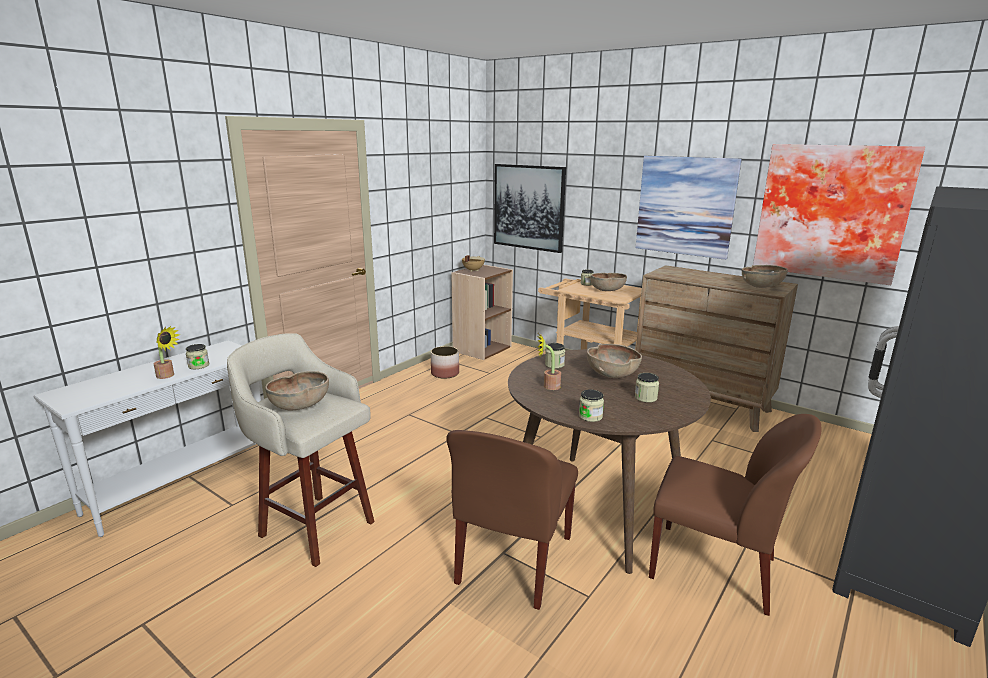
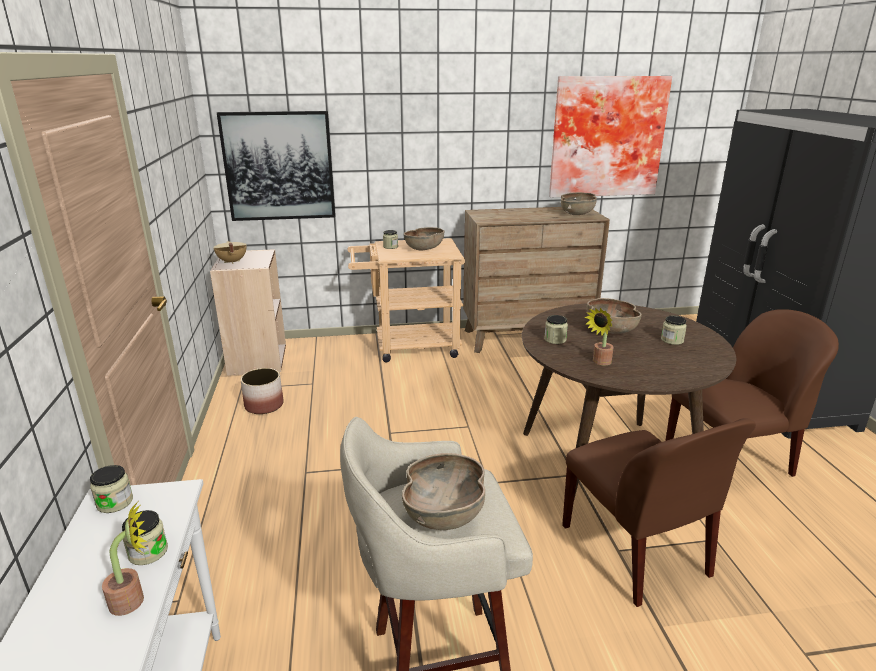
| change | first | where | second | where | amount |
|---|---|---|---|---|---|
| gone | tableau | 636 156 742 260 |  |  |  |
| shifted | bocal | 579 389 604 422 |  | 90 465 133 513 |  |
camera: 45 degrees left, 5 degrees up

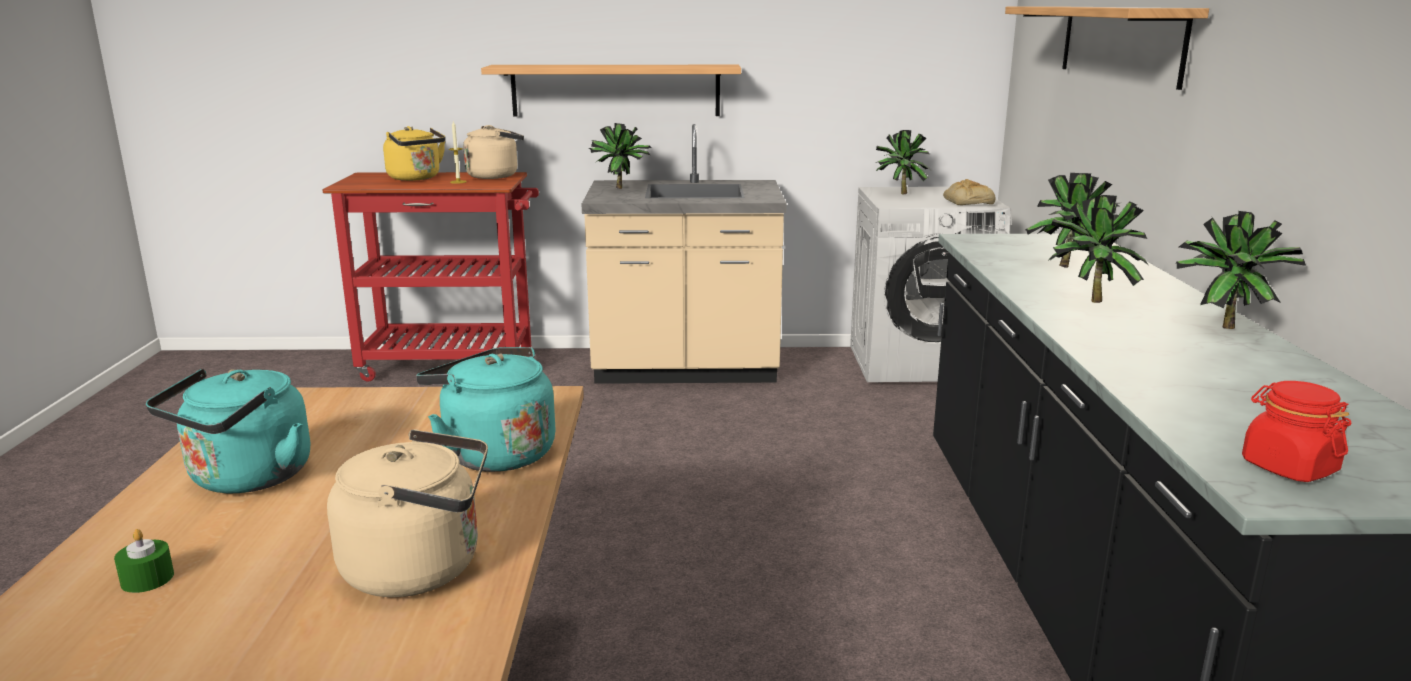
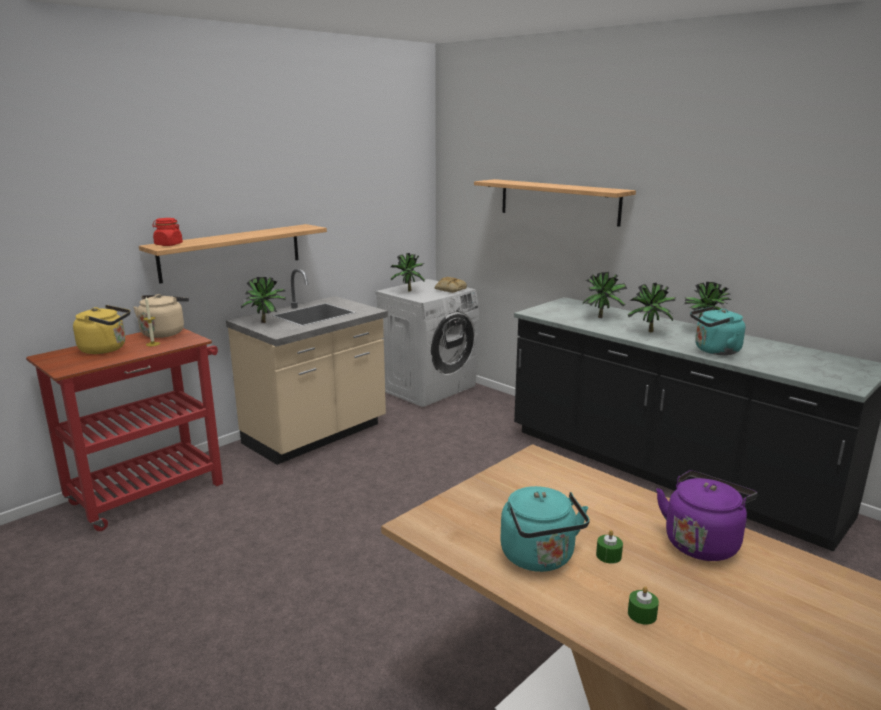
| change | first | where | second | where | amount |
|---|---|---|---|---|---|
| shifted | bouilloire [turquoise] | 416 347 555 472 |  | 690 306 745 355 |  |
| shifted | bocal [rouge] | 1242 381 1351 482 |  | 152 218 183 246 |  |
| repainted | bouilloire [beige] | 327 429 488 597 | bouilloire [violet] | 656 470 757 561 |  |
| new |  |  | bougie [vert] | 596 530 623 564 |  |
camera: 45 degrees left, 0 degrees up

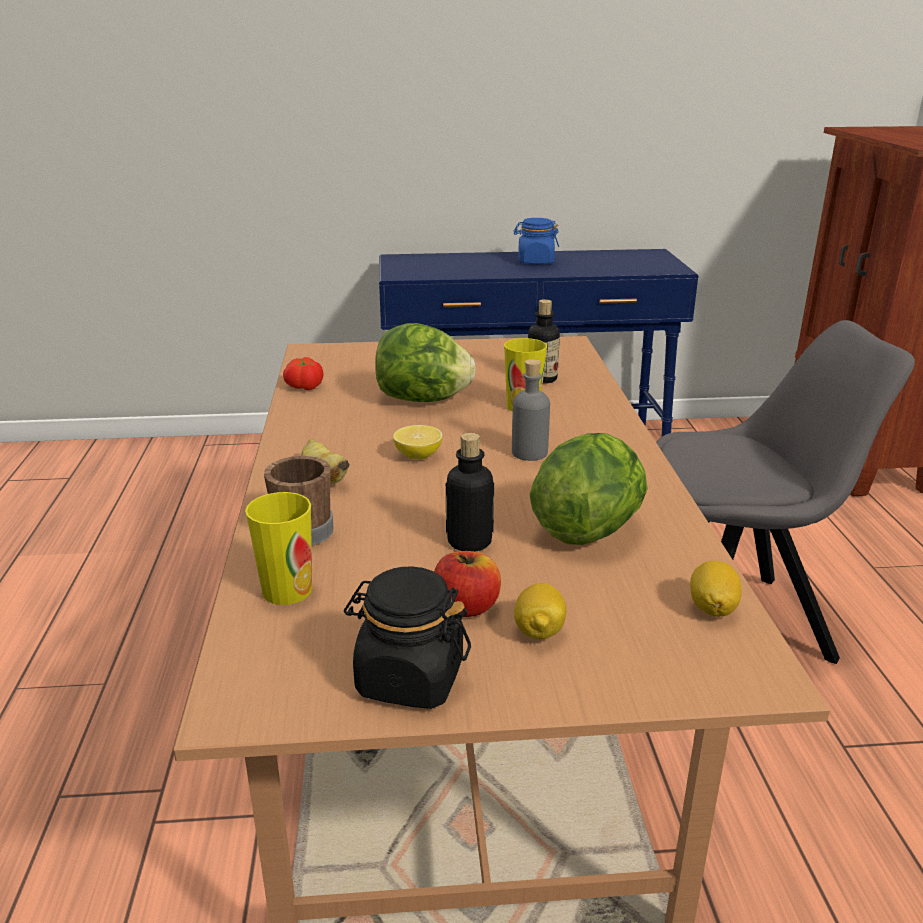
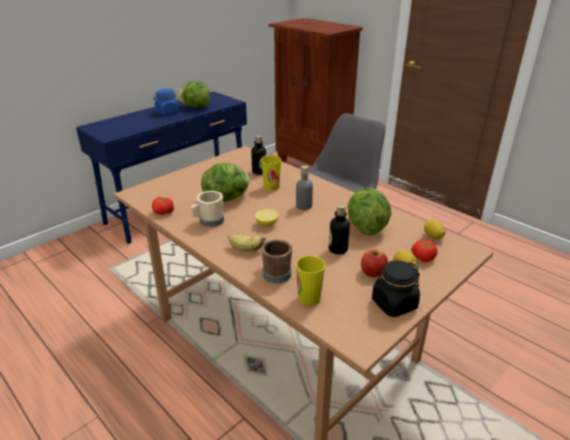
| change | first | where | second | where | amount |
|---|---|---|---|---|---|
| new |  |  | laitue | 177 81 210 108 |  |
| new |  |  | mug [beige] | 191 191 224 227 |  |
| new |  |  | tomate | 411 239 438 262 |  |
camera: 40 degrees left, 5 degrees up

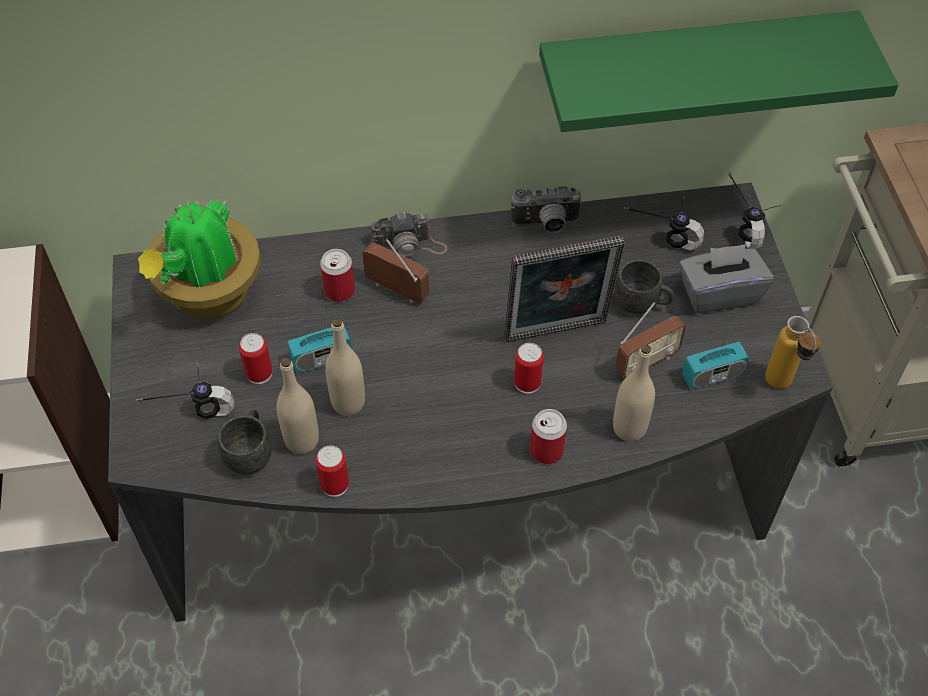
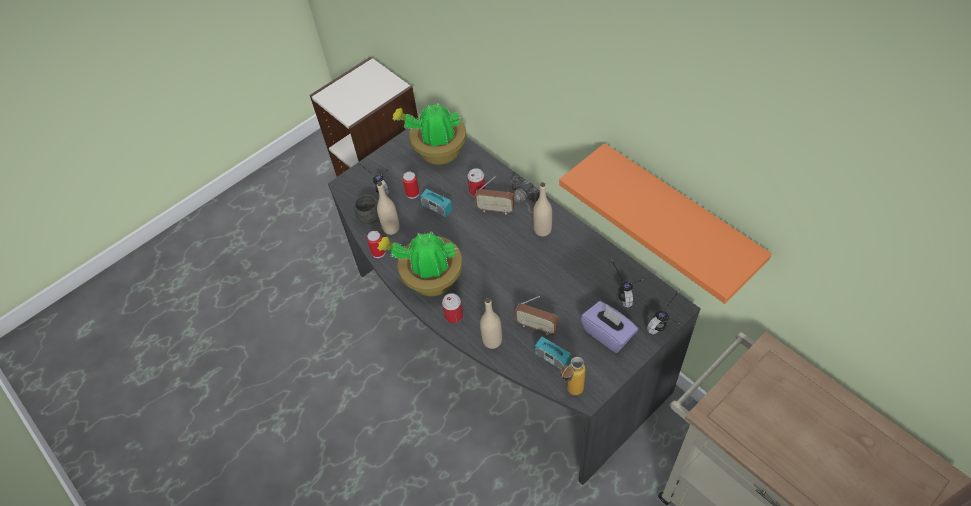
| change | first | where | second | where | amount |
|---|---|---|---|---|---|
| repainted | étagère [vert] | 539 11 899 132 | étagère [orange] | 559 143 772 304 |  |
| gone | appareil photo | 511 186 582 233 |  |  |  |
| gone | cadre photo | 504 236 625 342 |  |  |  |
| rotated | radio | 362 239 430 303 |  | 475 177 514 215 | 105 degrees clockwise |
| repainted | boîte à mouchoirs [gris] | 679 244 774 313 | boîte à mouchoirs [violet] | 581 301 638 353 |  |
| gone | mug [gris] | 615 259 675 314 |  |  |  |
| shifted | bouteille [beige] | 325 318 365 416 |  | 533 182 552 237 |  |
| gone | boîte métallique | 514 343 544 394 |  |  |  |
| new |  |  | plante en pot | 378 231 463 296 |  |
camera: 60 degrees right, 0 degrees up

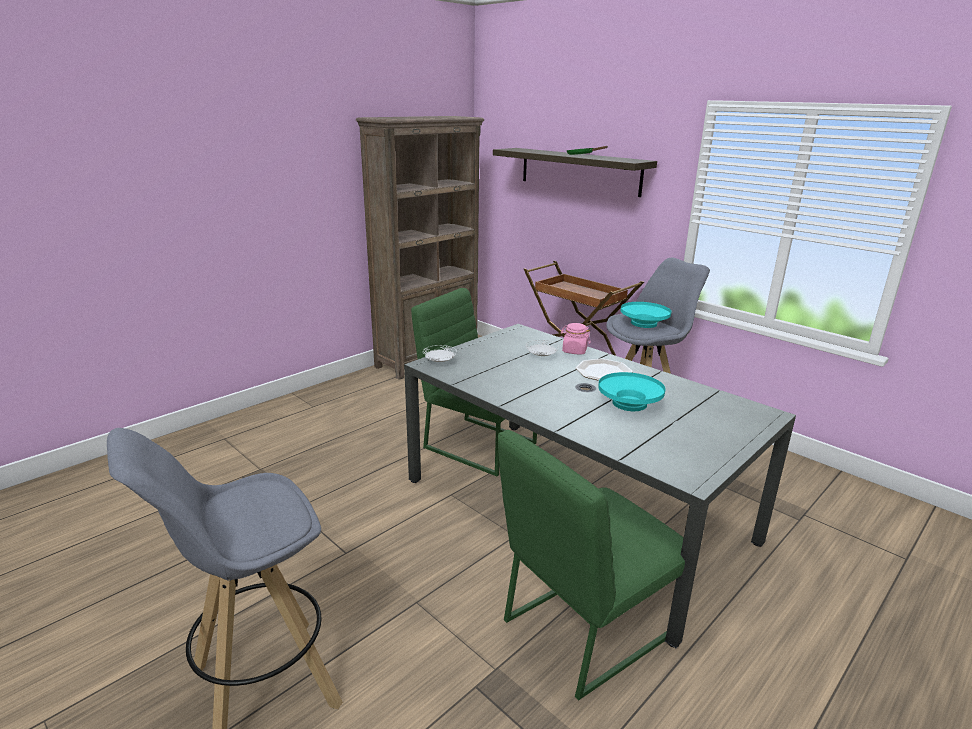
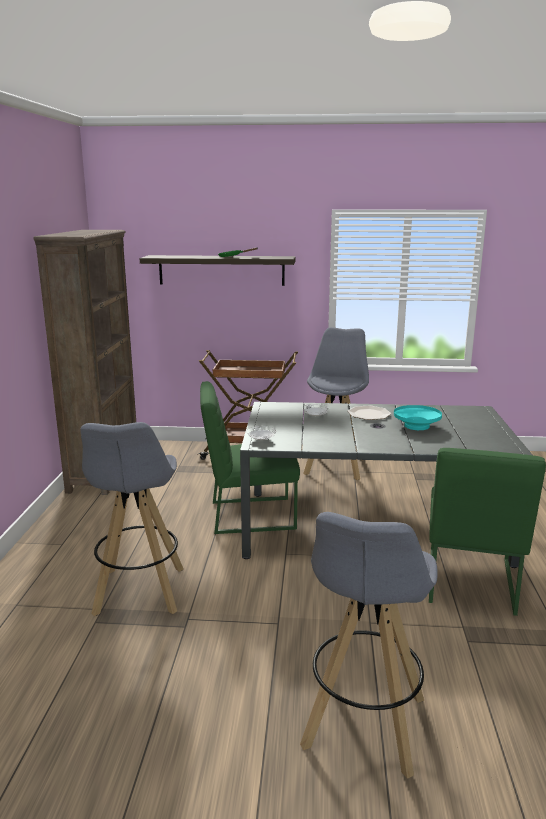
| change | first | where | second | where | amount |
|---|---|---|---|---|---|
| gone | bol [turquoise] | 621 302 671 328 |  |  |  |
| gone | bocal [rose] | 561 323 590 354 |  |  |  |
| new |  |  | tabouret [gris] | 80 422 184 616 |  |
camera: 40 degrees left, 5 degrees down

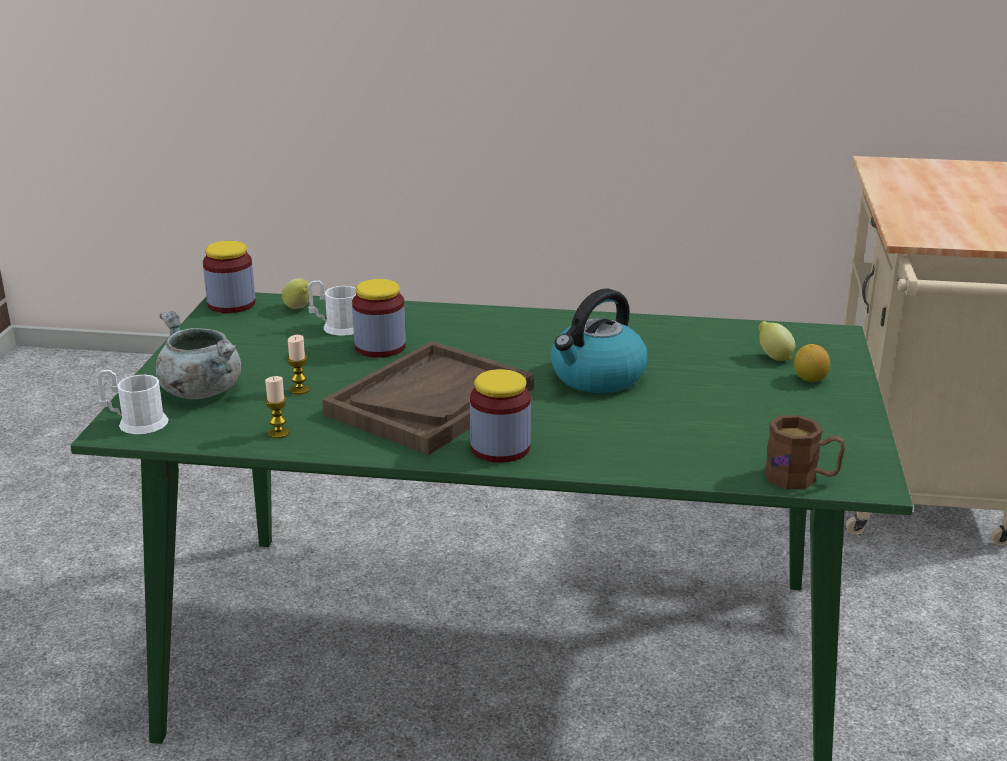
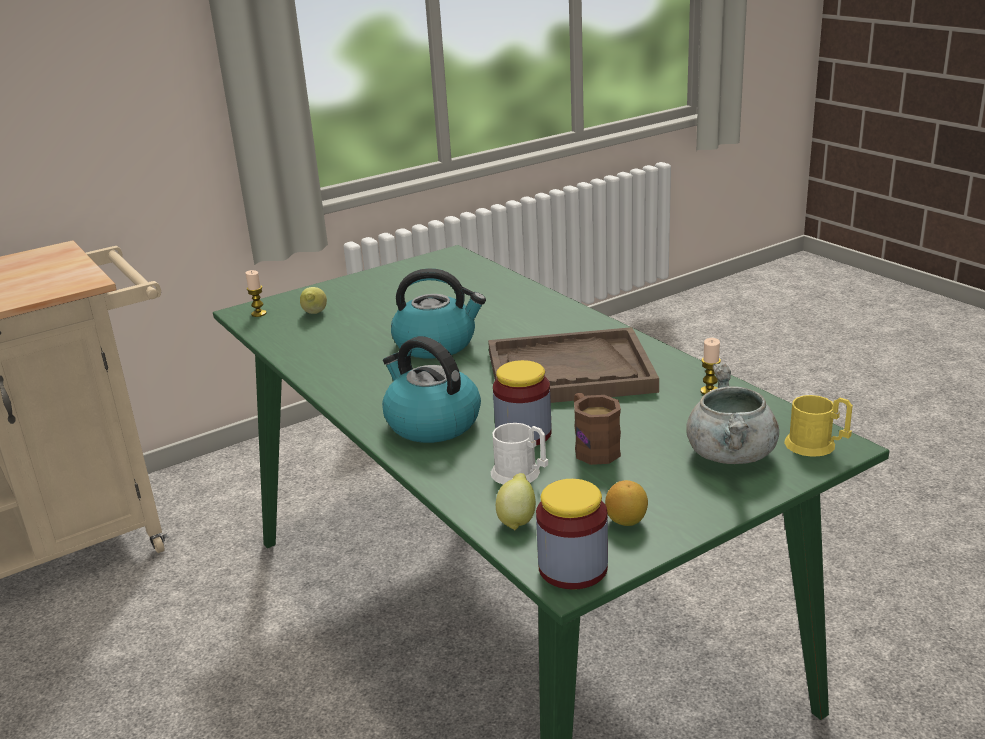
| change | first | where | second | where | amount |
|---|---|---|---|---|---|
| shifted | bougie | 287 335 309 395 |  | 246 270 267 317 |  |
| shifted | citron | 794 344 830 382 |  | 605 480 648 526 |  |
| gone | bocal | 470 369 531 463 |  |  |  |
| repainted | mug [blanc] | 97 370 169 434 | mug [jaune] | 784 395 853 457 |  |
| shifted | mug [marron] | 764 415 845 489 |  | 574 393 621 465 |  |
| new |  |  | bouilloire | 382 336 481 443 |  |
camera: 130 degrees left, 0 degrees up

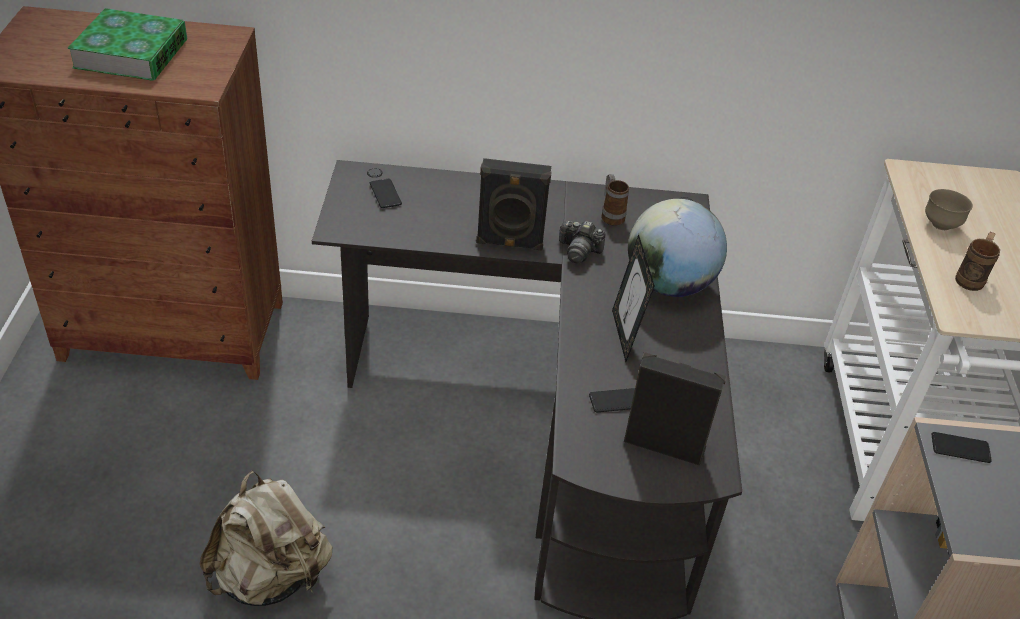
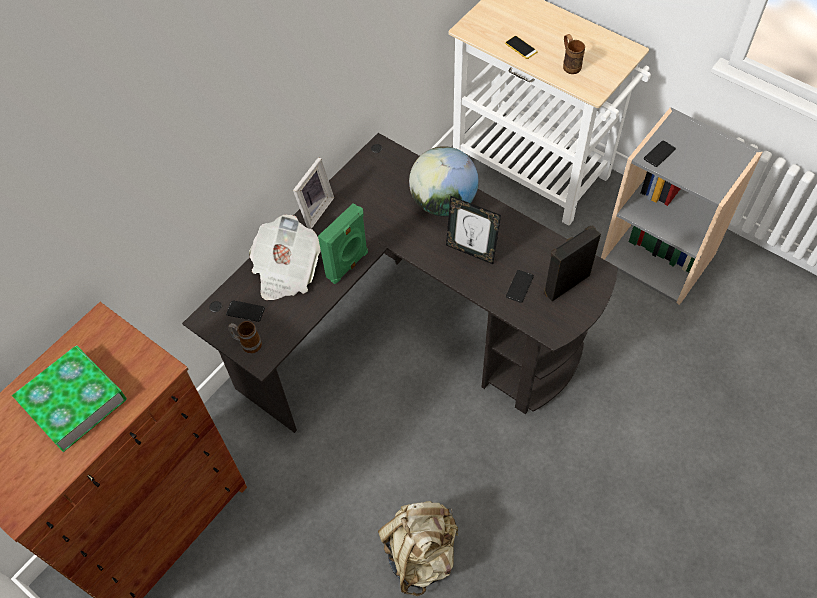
| change | first | where | second | where | amount |
|---|---|---|---|---|---|
| repainted | enceinte [noir] | 476 158 552 251 | enceinte [vert] | 318 203 368 284 |  |
| shifted | mug | 601 174 629 226 |  | 228 321 262 353 |  |
| swapped | bol [marron] | 925 189 973 230 | téléphone | 505 36 538 59 |  |
| gone | appareil photo | 559 220 605 264 |  |  |  |
| new |  |  | cadre photo | 293 157 334 229 |  |
| new |  |  | journal | 249 215 321 300 |  |
camera: 50 degrees left, 15 degrees up

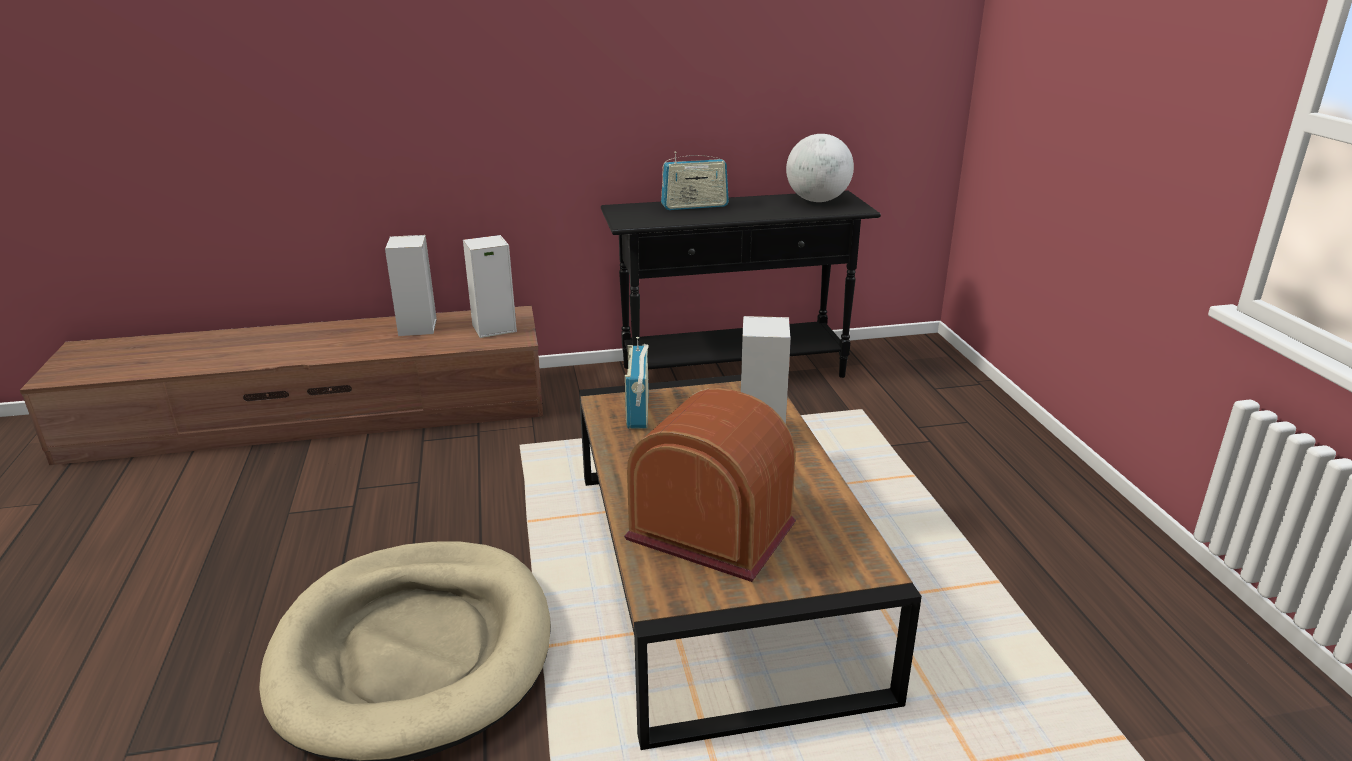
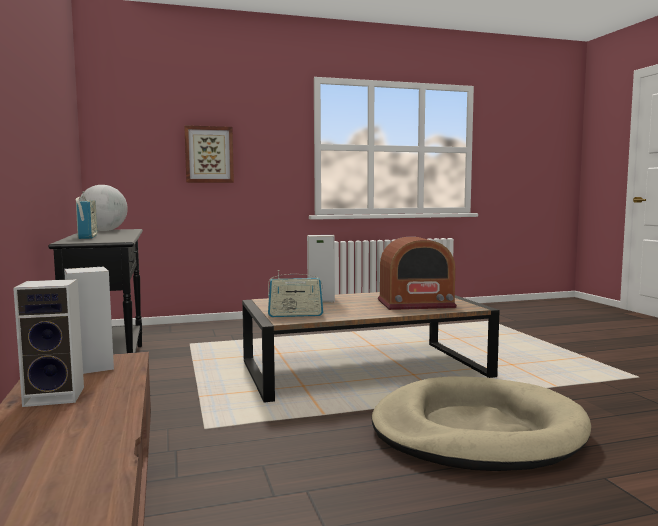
| change | first | where | second | where | amount |
|---|---|---|---|---|---|
| rotated | radio | 624 388 796 582 |  | 378 237 457 310 | 120 degrees counterclockwise |
| new |  |  | tableau | 184 125 234 183 |  |
camera: 95 degrees left, 20 degrees down

